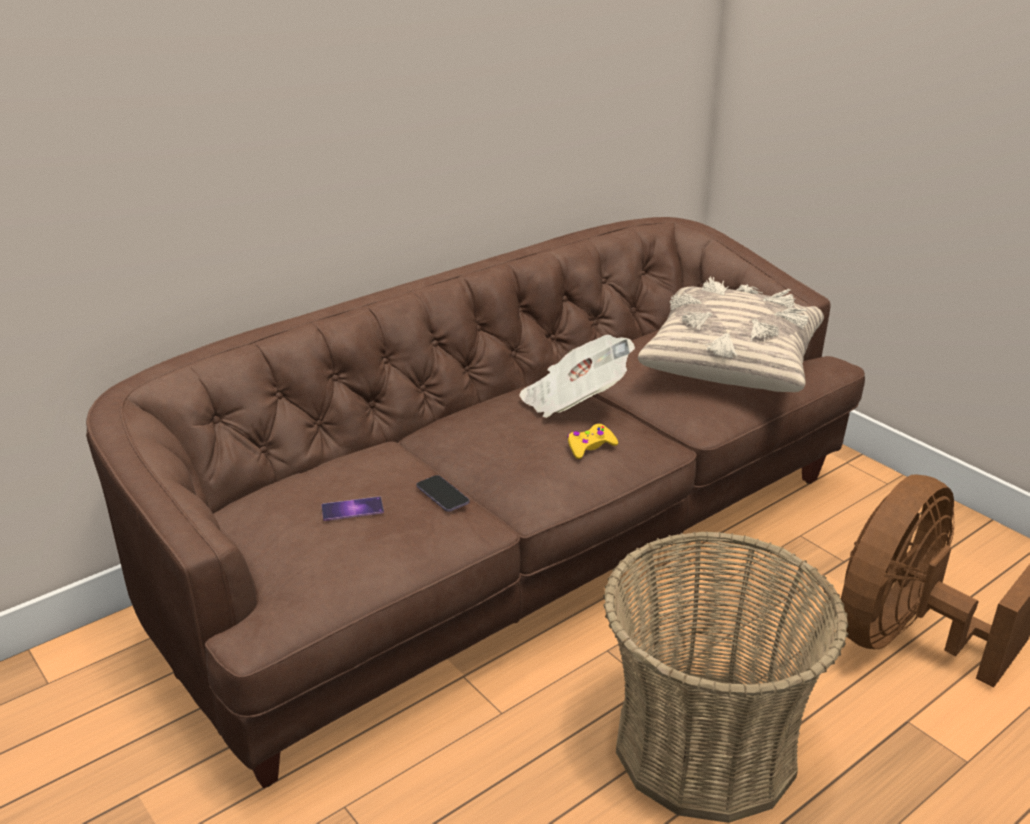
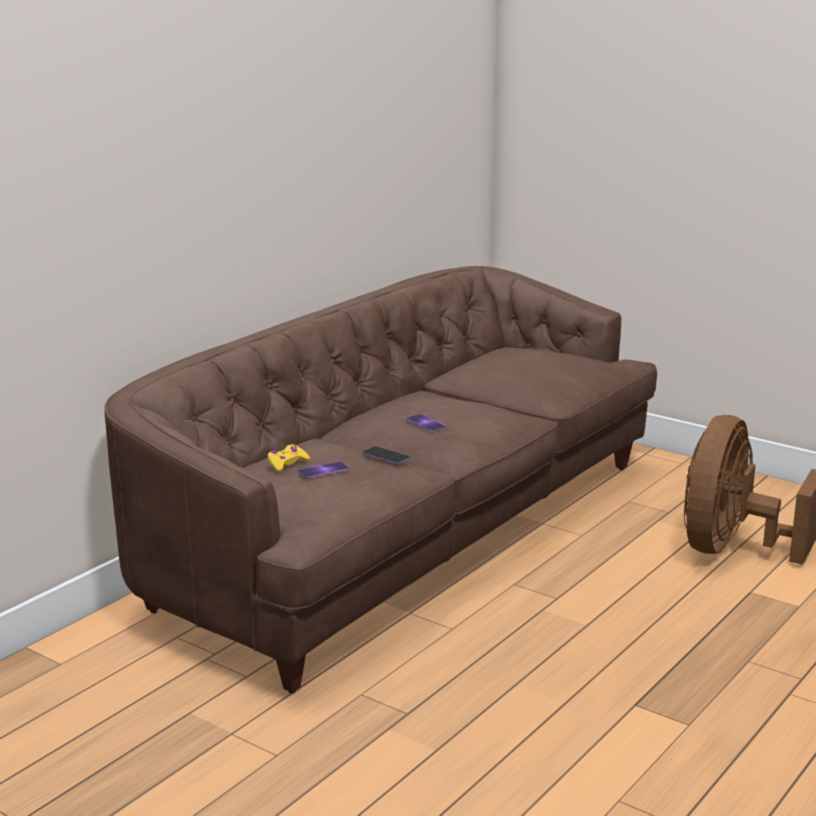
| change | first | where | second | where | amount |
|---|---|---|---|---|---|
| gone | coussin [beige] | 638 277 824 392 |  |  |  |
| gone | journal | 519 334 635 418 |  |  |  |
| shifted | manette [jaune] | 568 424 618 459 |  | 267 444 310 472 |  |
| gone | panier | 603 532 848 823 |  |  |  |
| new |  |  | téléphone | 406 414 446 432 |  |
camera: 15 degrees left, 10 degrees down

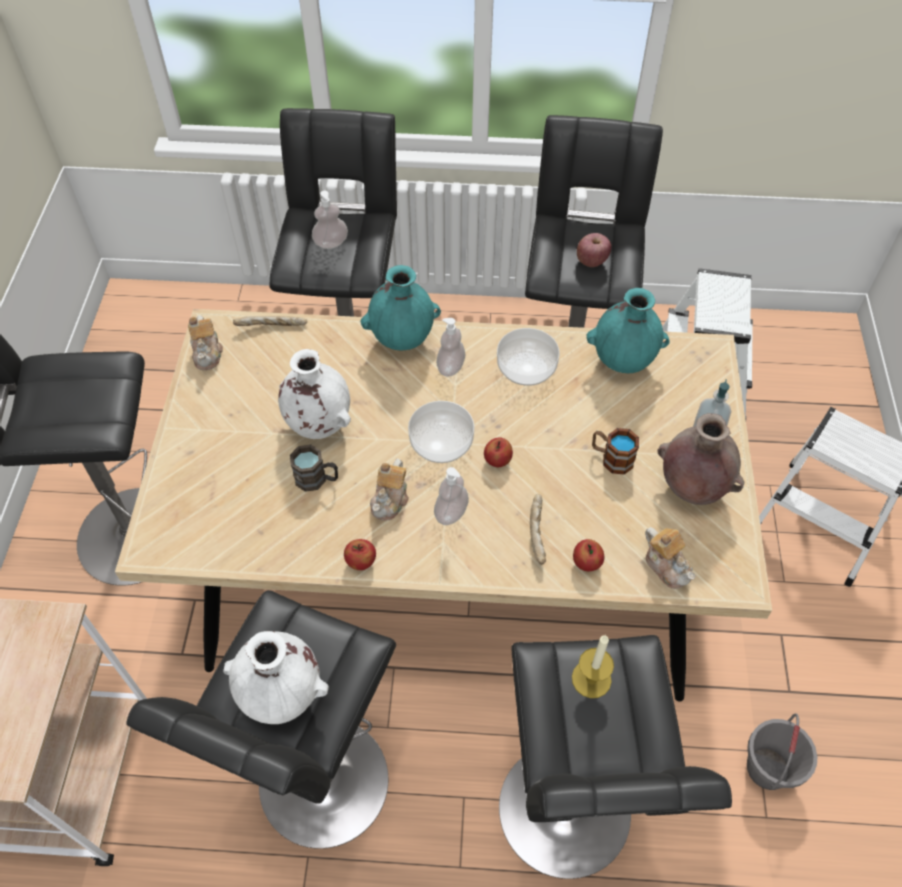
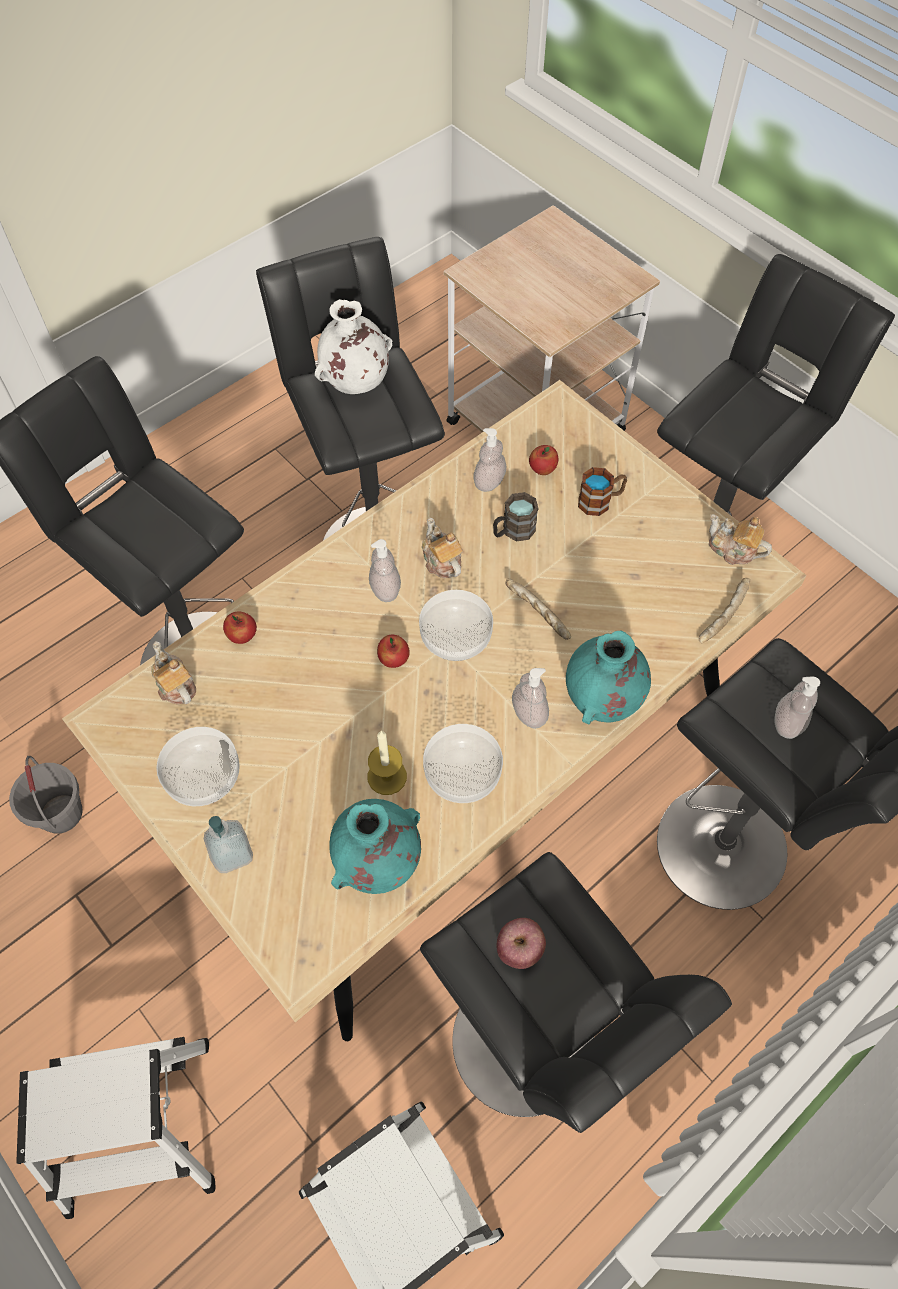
| change | first | where | second | where | amount |
|---|---|---|---|---|---|
| gone | vase [blanc] | 278 349 351 439 |  |  |  |
| swapped | vase [marron] | 657 413 744 505 | bol | 156 727 240 806 |  |
| shifted | mug | 592 428 639 474 |  | 578 467 627 516 |  |
| shifted | pain | 530 494 546 565 |  | 506 578 571 640 |  |
| rotated | théière | 645 527 696 589 |  | 151 641 196 705 | 45 degrees clockwise |
| shifted | pomme | 344 539 376 570 |  | 529 445 558 475 |  |
| shifted | bougie | 572 635 614 698 |  | 368 731 407 795 |  |
| new |  |  | distributeur de savon | 473 428 506 492 |  |
camera: 135 degrees right, 5 degrees up

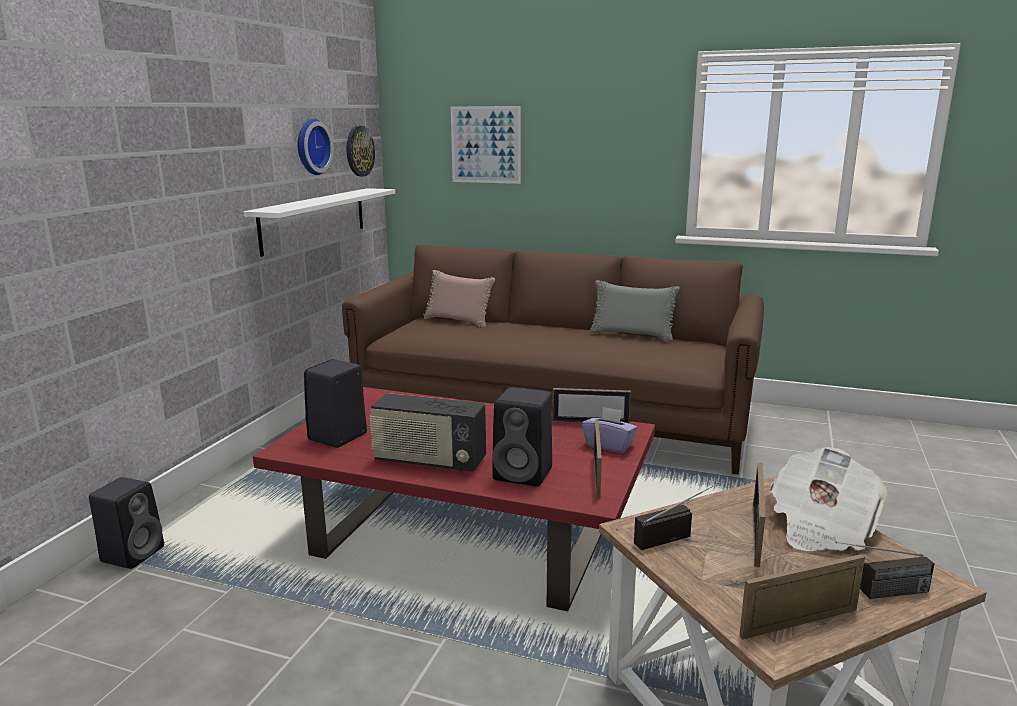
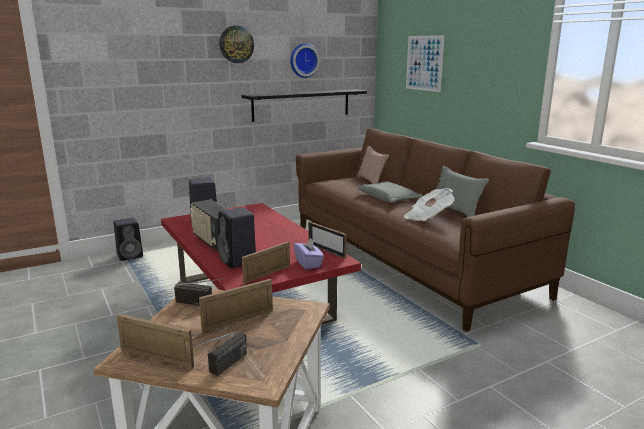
| change | first | where | second | where | amount |
|---|---|---|---|---|---|
| shifted | horloge murale | 347 126 375 177 |  | 219 26 254 63 |  |
| repainted | étagère [blanc] | 244 188 395 257 | étagère [noir] | 241 89 367 122 |  |
| shifted | journal | 770 447 888 551 |  | 404 188 455 221 |  |
| rotated | radio | 835 542 935 599 |  | 188 331 247 376 | 90 degrees counterclockwise |
| new |  |  | coussin [gris] | 357 181 423 203 |  |
camera: 40 degrees right, 0 degrees up

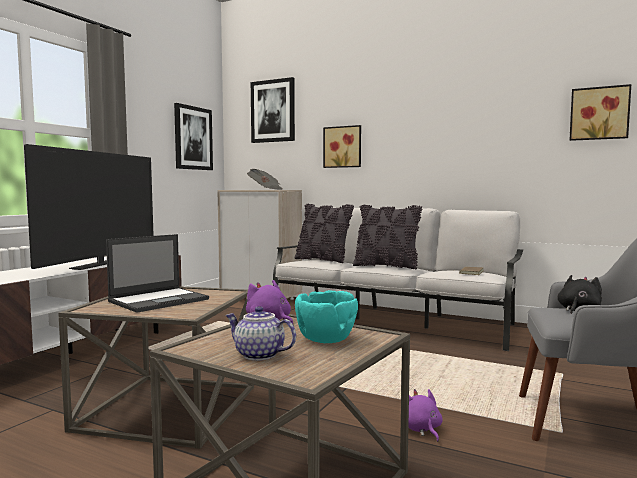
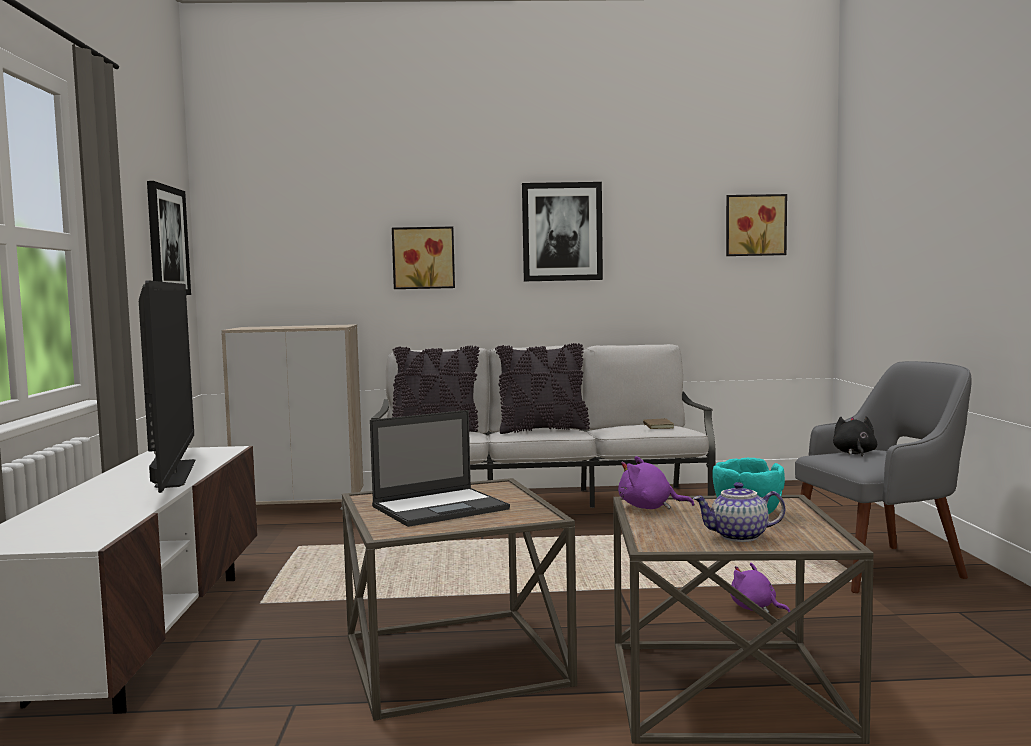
| change | first | where | second | where | amount |
|---|---|---|---|---|---|
| shifted | tableau | 251 77 295 143 |  | 522 182 603 281 |  |
| gone | journal | 247 169 283 190 |  |  |  |
| rotated | ordinateur portable | 106 234 209 313 |  | 370 410 510 527 | 45 degrees clockwise |
camera: 30 degrees left, 0 degrees up

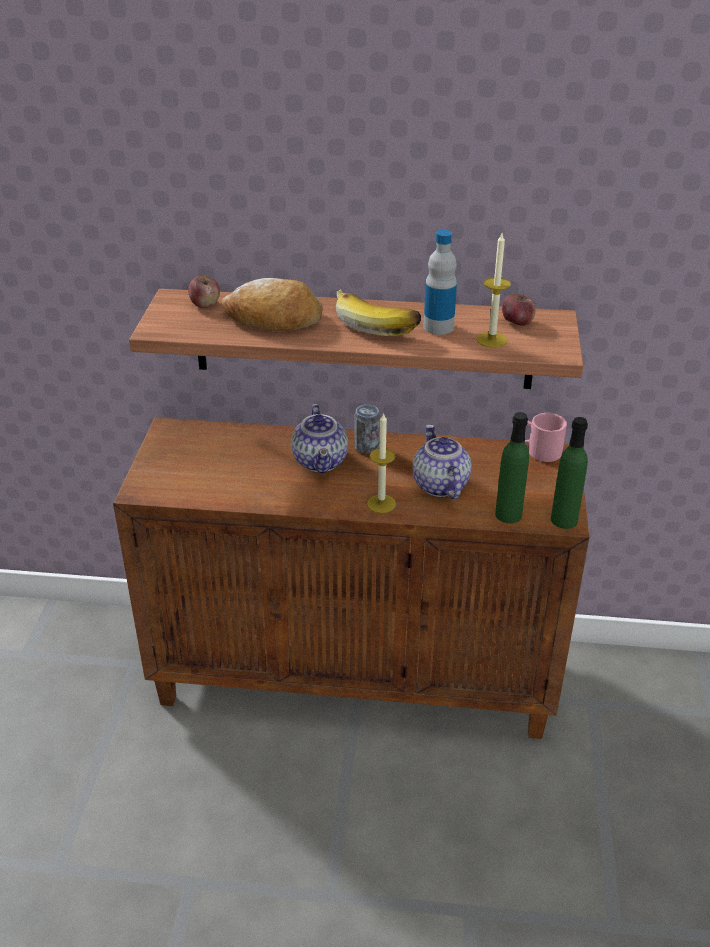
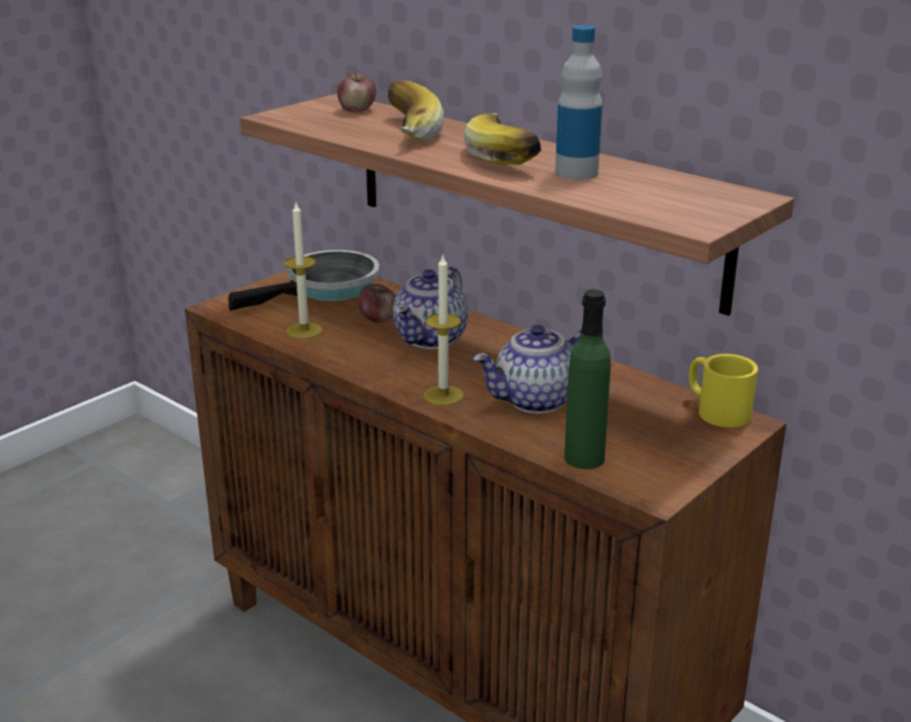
| change | first | where | second | where | amount |
|---|---|---|---|---|---|
| shifted | bougie | 477 233 511 348 |  | 284 203 323 339 |  |
| swapped | pain | 222 278 322 331 | banane | 388 80 444 141 |  |
| shifted | pomme | 502 294 536 326 |  | 358 284 396 323 |  |
| gone | boîte métallique | 354 405 380 454 |  |  |  |
| repainted | mug [rose] | 525 413 567 462 | mug [jaune] | 689 354 758 428 |  |
| gone | bouteille [vert] | 551 417 588 529 |  |  |  |
| rotated | théière | 413 424 472 499 |  | 473 325 582 414 | 135 degrees counterclockwise |
| new |  |  | poêle | 228 250 380 311 |  |
camera: 35 degrees right, 10 degrees down

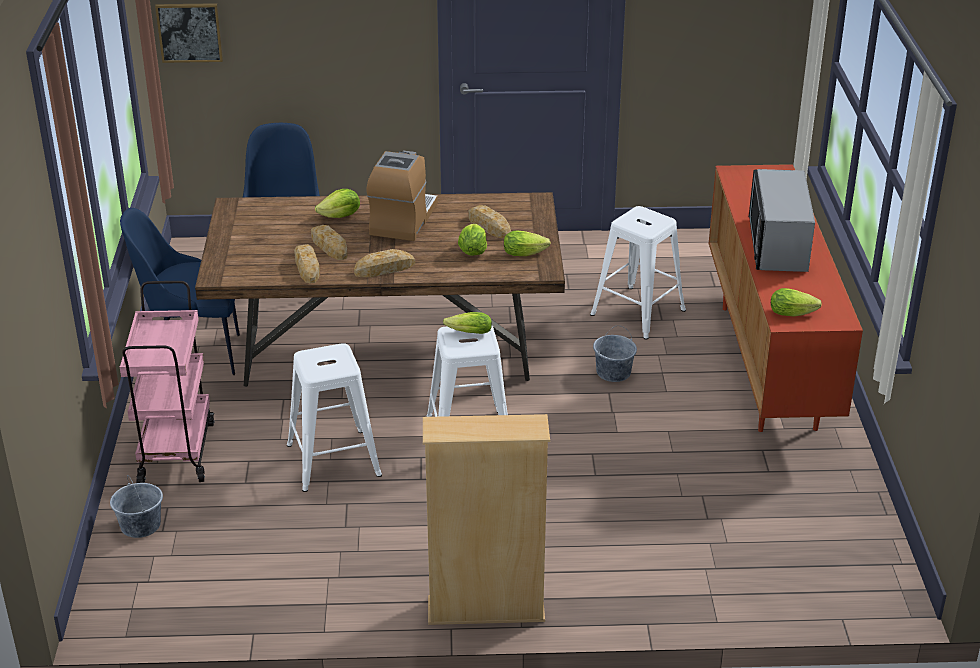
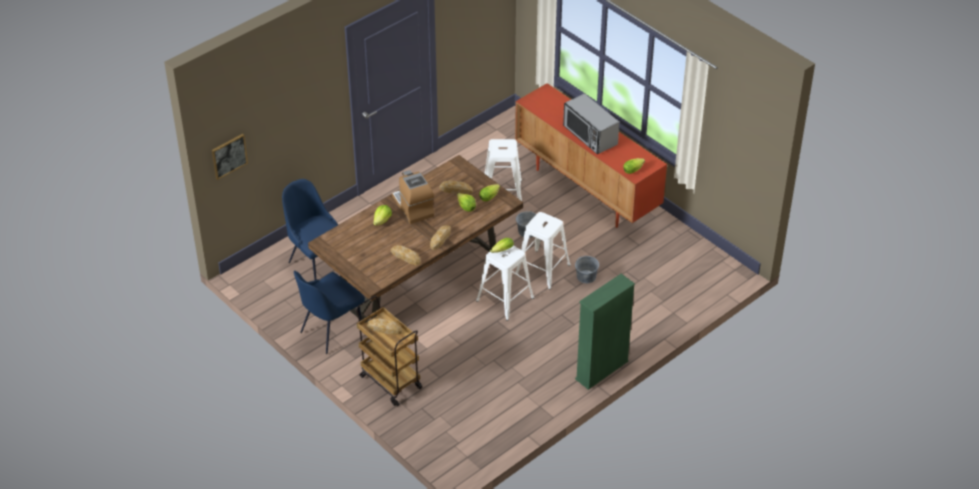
| change | first | where | second | where | amount |
|---|---|---|---|---|---|
| shifted | pain | 311 225 348 260 |  | 367 318 402 335 |  |
| repainted | chariot [rose] | 120 281 215 483 | chariot [marron] | 356 296 422 406 |  |
| shifted | tabouret [blanc] | 287 343 382 492 |  | 515 212 571 290 |  |
| repainted | bibliothèque [beige] | 423 414 550 625 | bibliothèque [vert] | 575 274 635 390 |  |
| shifted | seau [gris] | 110 475 163 538 |  | 575 256 599 283 |  |
camera: 40 degrees left, 10 degrees up

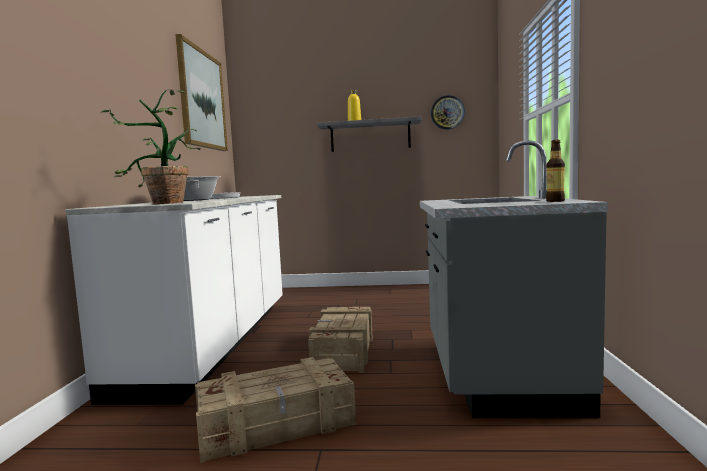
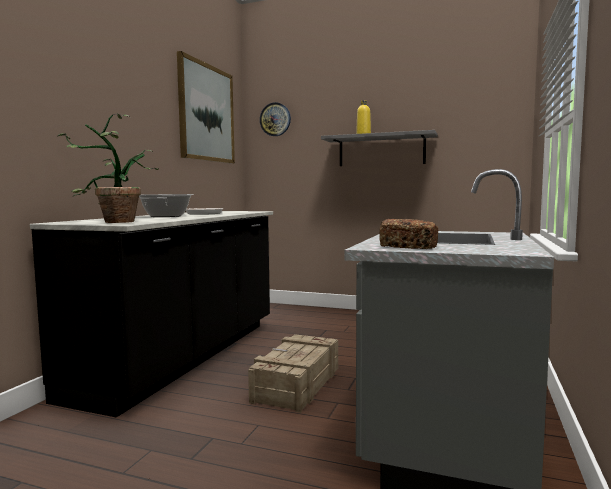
| change | first | where | second | where | amount |
|---|---|---|---|---|---|
| shifted | horloge murale | 431 95 465 130 |  | 260 102 291 136 |  |
| gone | bouteille | 546 140 565 202 |  |  |  |
| repainted | comptoir de cuisine [blanc] | 65 195 283 405 | comptoir de cuisine [noir] | 30 211 273 418 |  |
| gone | caisse | 195 357 356 463 |  |  |  |
| new |  |  | pain | 379 219 438 249 |  |
camera: 15 degrees right, 0 degrees up

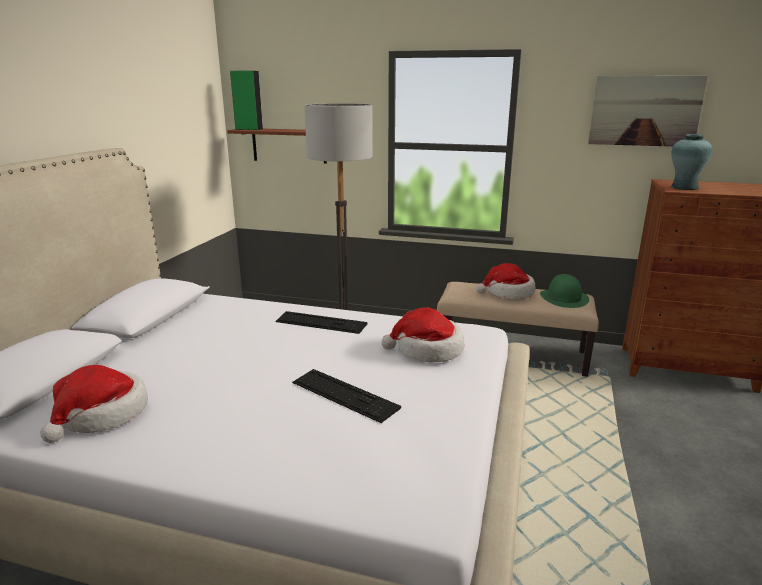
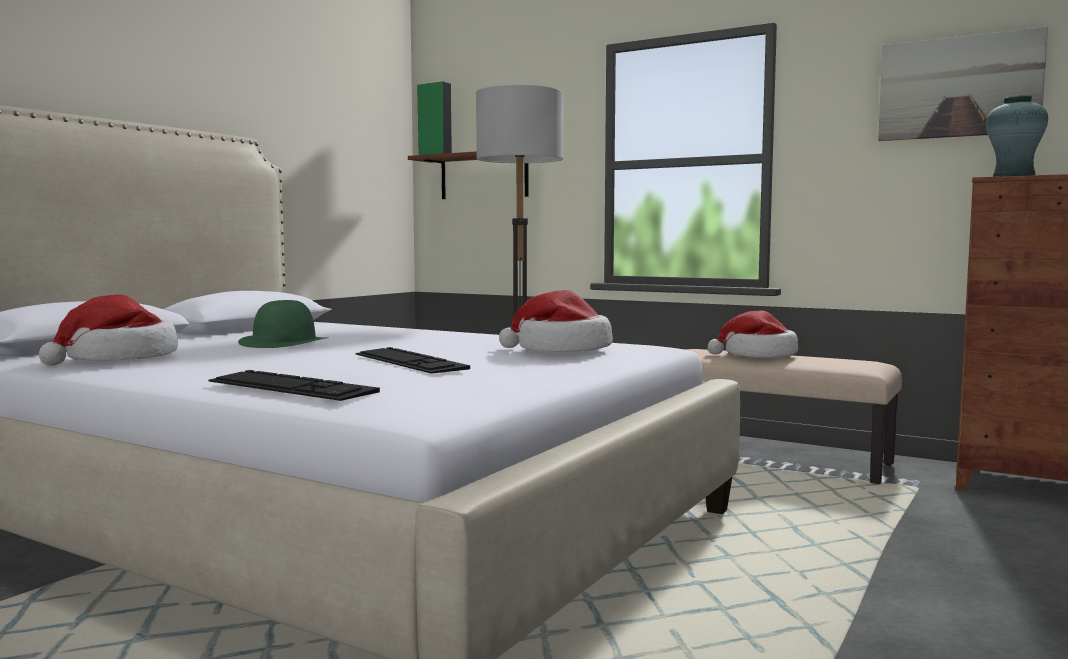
| change | first | where | second | where | amount |
|---|---|---|---|---|---|
| shifted | chapeau [vert] | 540 274 589 308 |  | 238 300 326 348 |  |
| shifted | clavier | 275 311 367 334 |  | 208 370 380 401 |  |
camera: 15 degrees right, 15 degrees down

